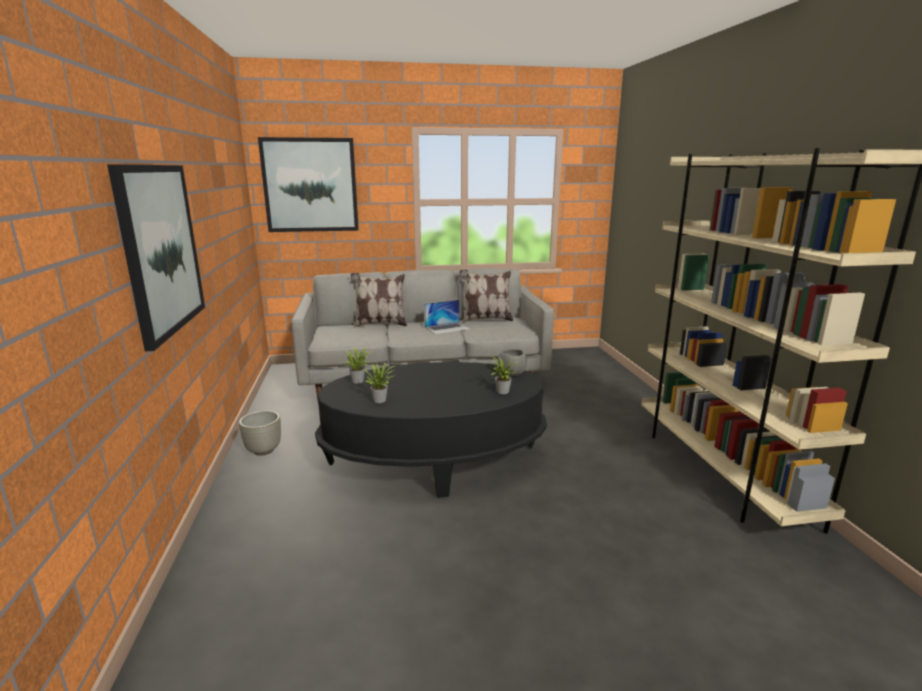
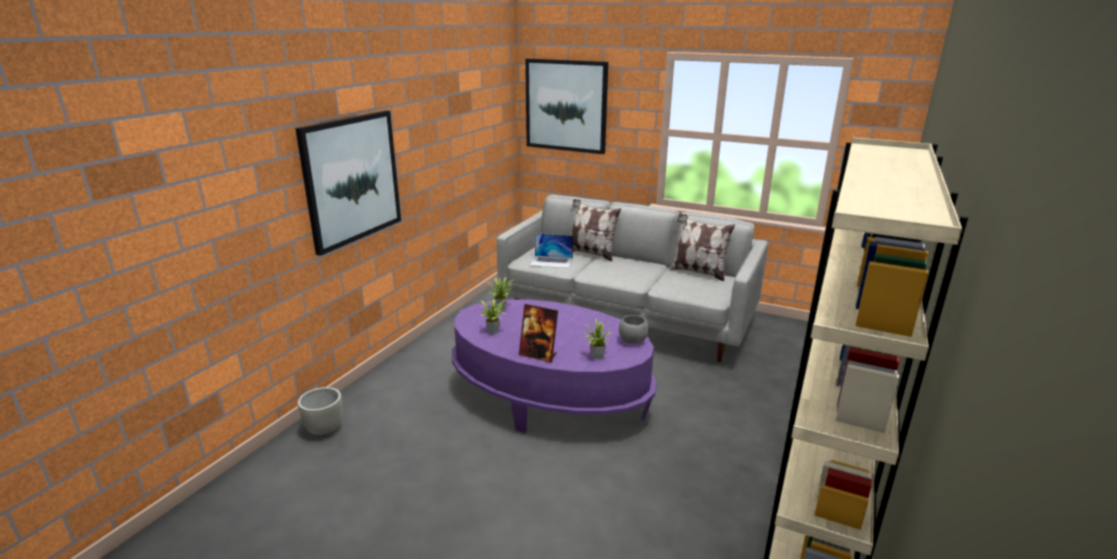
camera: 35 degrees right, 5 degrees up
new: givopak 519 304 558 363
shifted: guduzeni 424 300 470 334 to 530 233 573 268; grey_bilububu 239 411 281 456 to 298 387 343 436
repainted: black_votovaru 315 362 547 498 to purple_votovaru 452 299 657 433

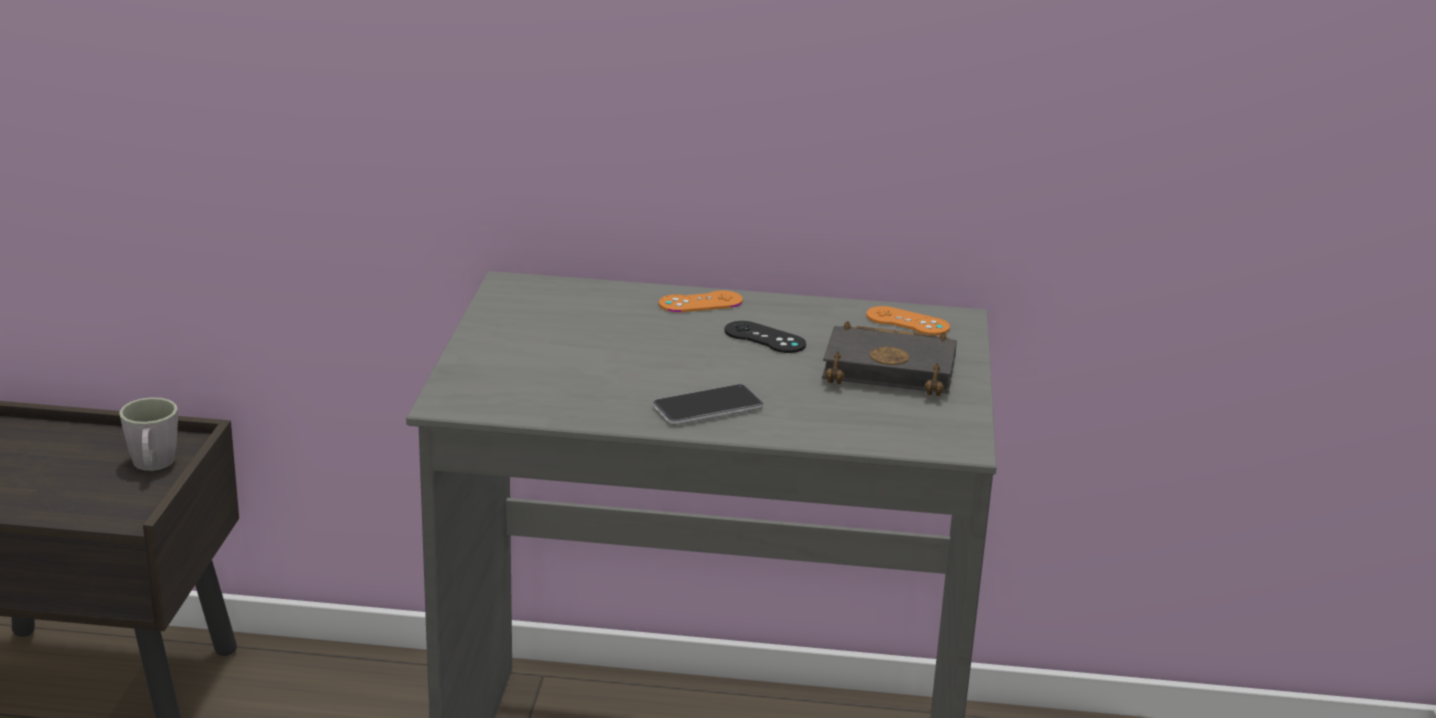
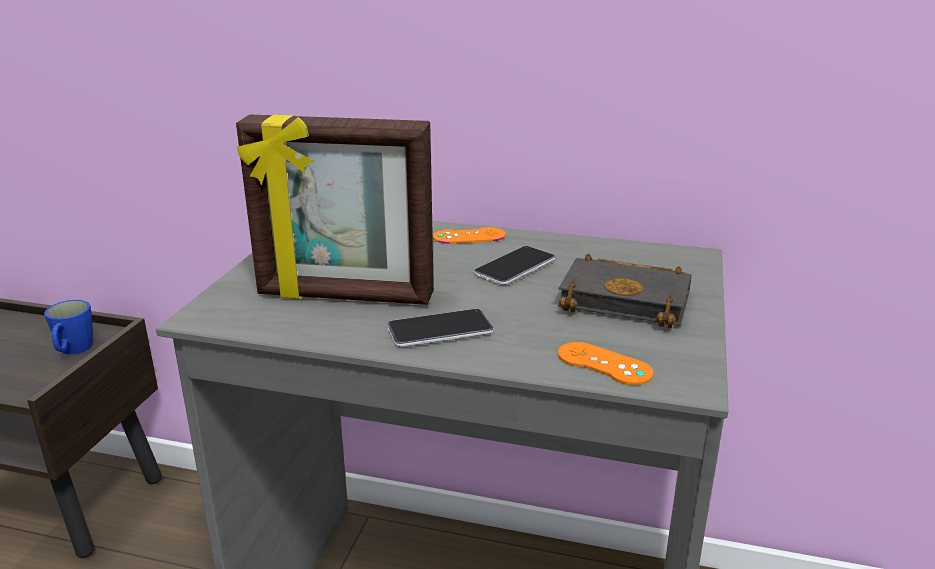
camera: 10 degrees right, 0 degrees up
new: givopak 236 115 434 305
shifted: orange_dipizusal 866 306 950 335 to 558 342 653 385
swapped: black_dipizusal 724 321 806 353 to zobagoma 474 246 556 285
repainted: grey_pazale 119 397 178 471 to blue_pazale 44 300 93 354

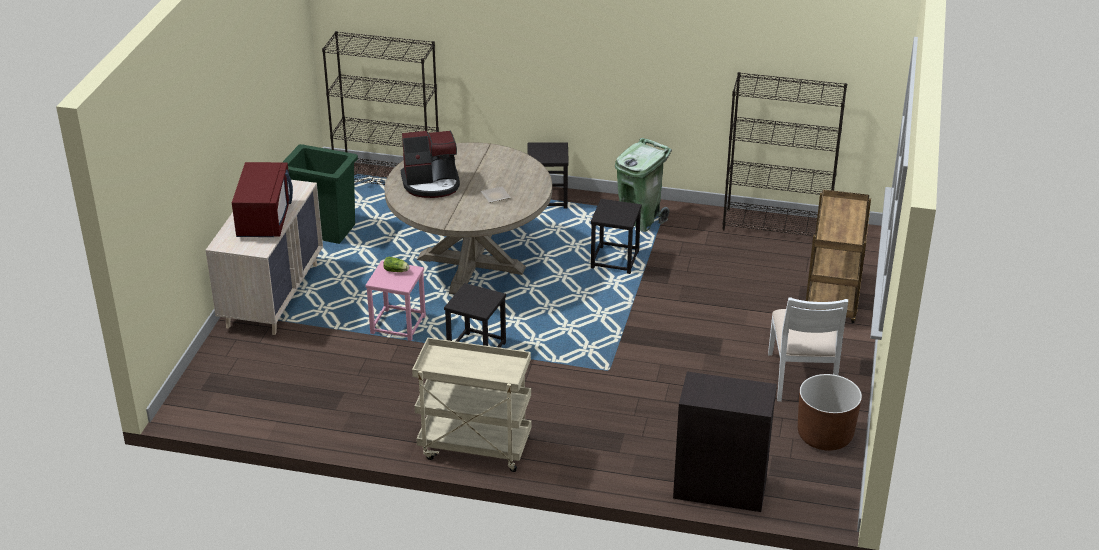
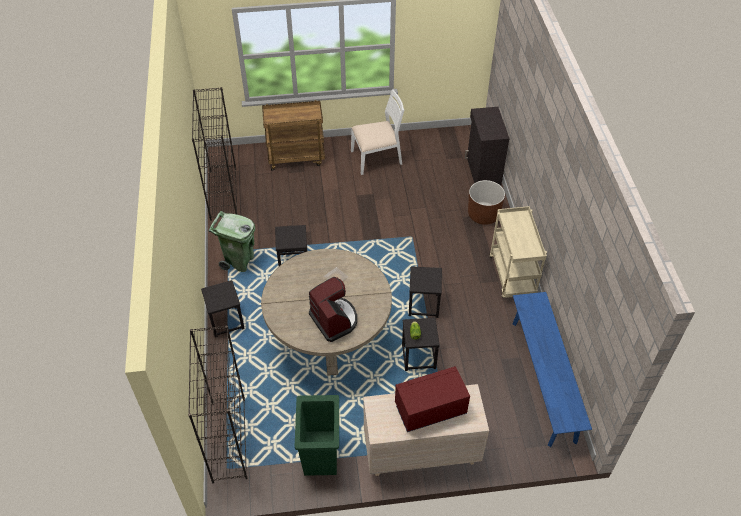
camera: 110 degrees left, 15 degrees up
new: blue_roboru 513 292 592 447
shifted: brown_bilububu 798 374 862 451 to 468 180 505 225
repainted: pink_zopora 365 261 426 341 to black_zopora 402 318 440 371

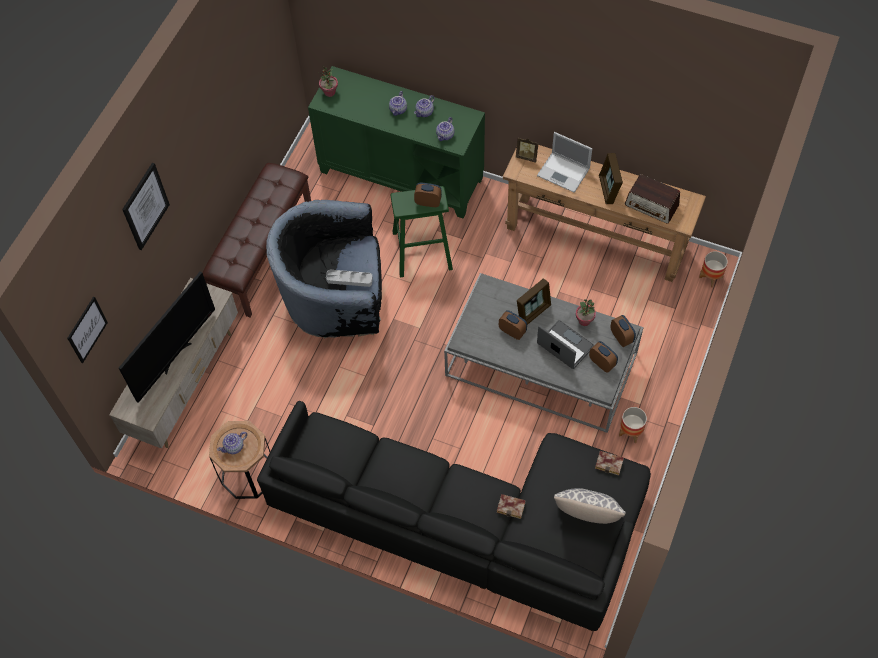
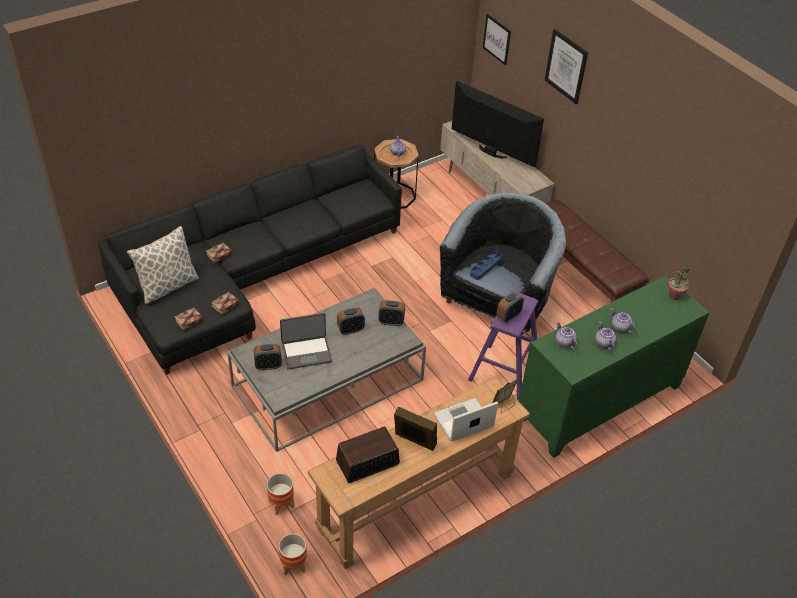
camera: 120 degrees right, 15 degrees down
gone: givopak 517 278 551 325; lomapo 576 299 596 326
new: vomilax 211 292 239 315
shifted: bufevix 610 315 636 347 to 379 300 405 326; bilububu 619 407 647 443 to 267 473 294 515
repainted: green_zopora 390 186 453 277 to purple_zopora 468 291 538 400; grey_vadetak 326 270 373 287 to blue_vadetak 470 251 503 280
rotated: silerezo 119 271 215 403 = 451 81 544 168 150 degrees clockwise

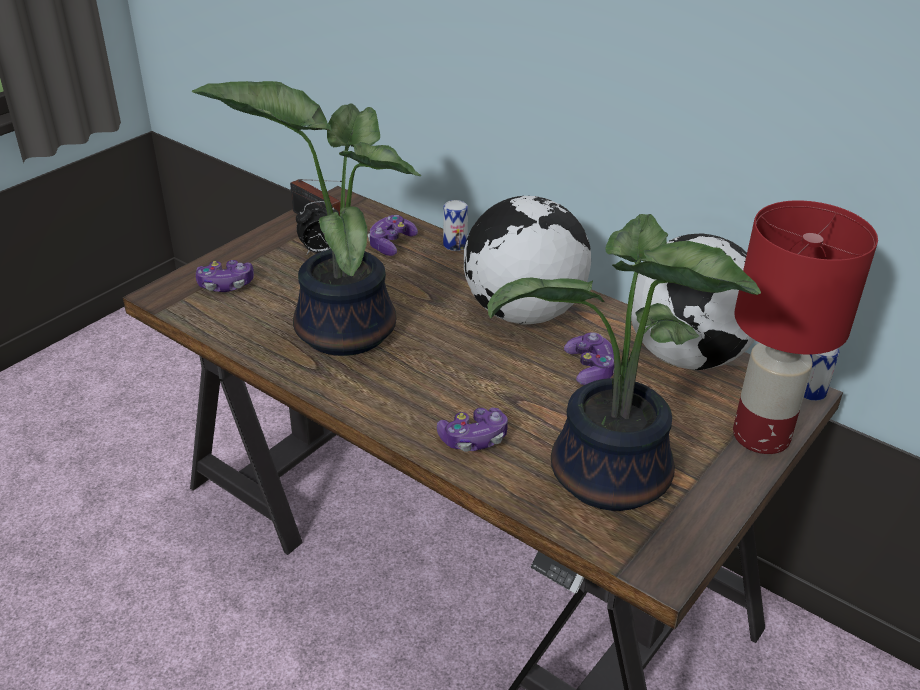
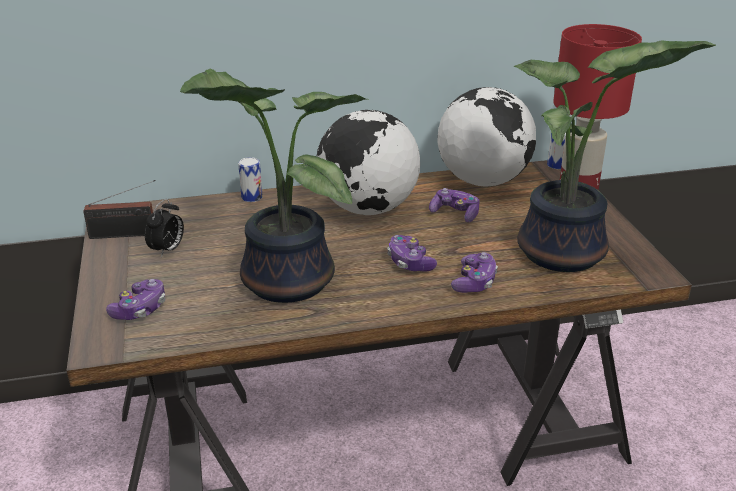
camera: 50 degrees left, 5 degrees down
shifted: dipizusal 368 215 418 256 to 387 235 437 272

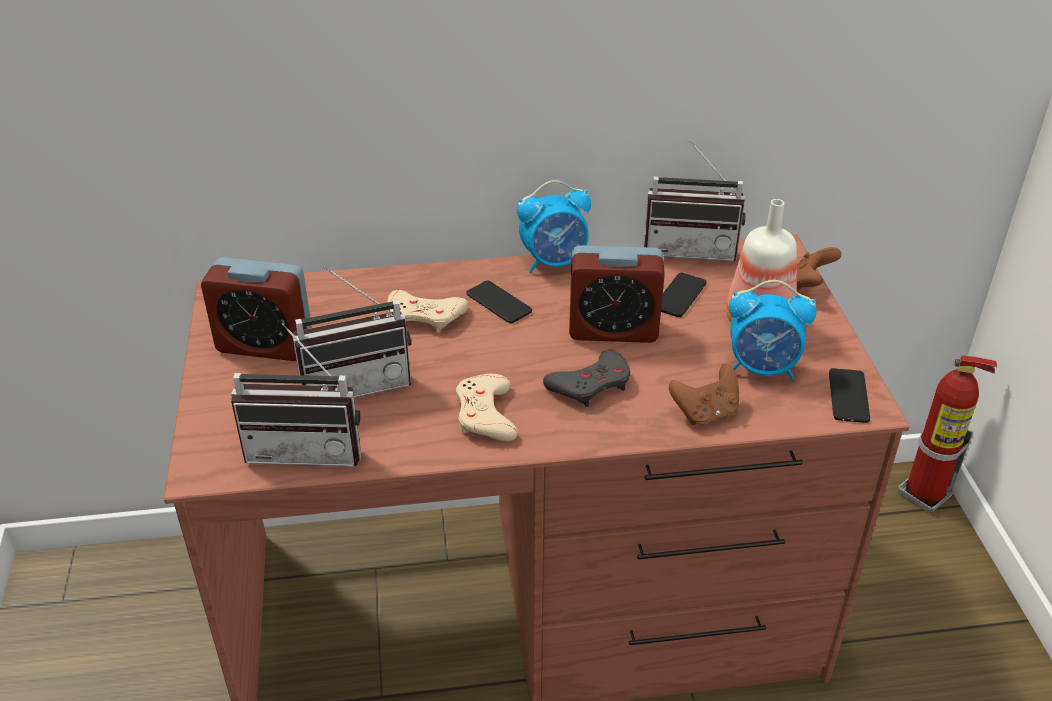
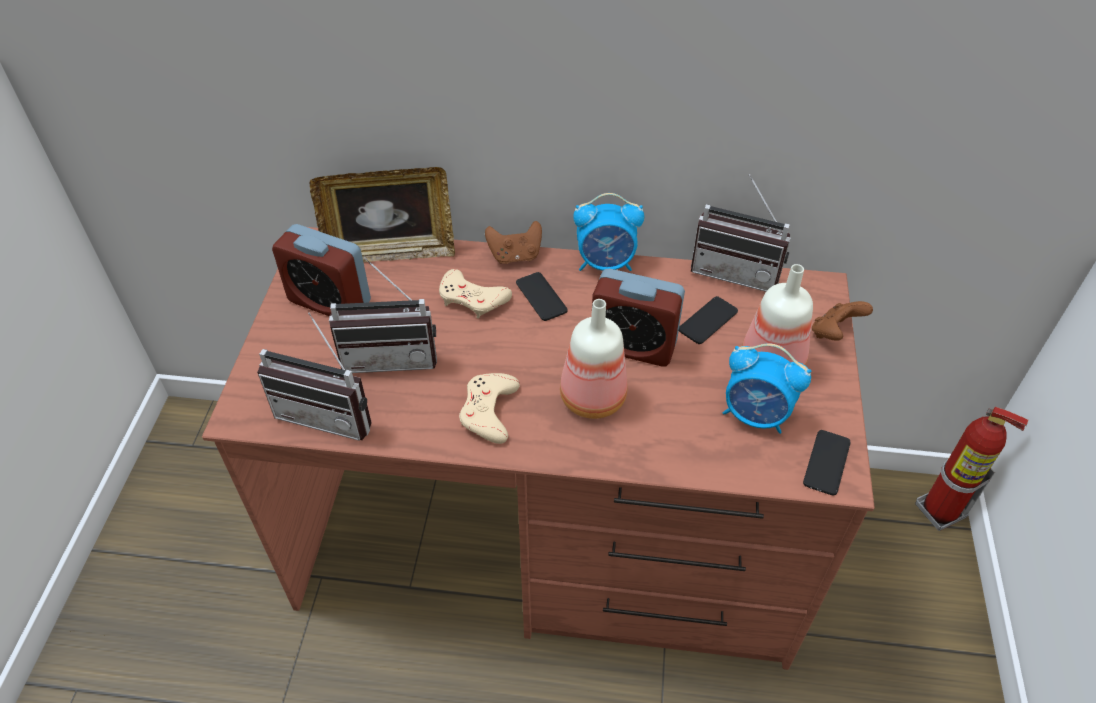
camera: 15 degrees right, 10 degrees up
new: givopak 310 167 455 262
shifted: brown_dipizusal 669 364 739 425 to 485 221 542 264
swapped: grey_dipizusal 543 350 630 407 to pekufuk 560 299 627 419

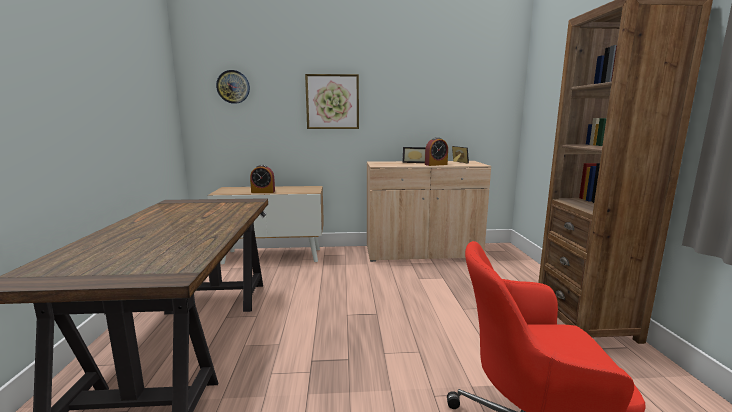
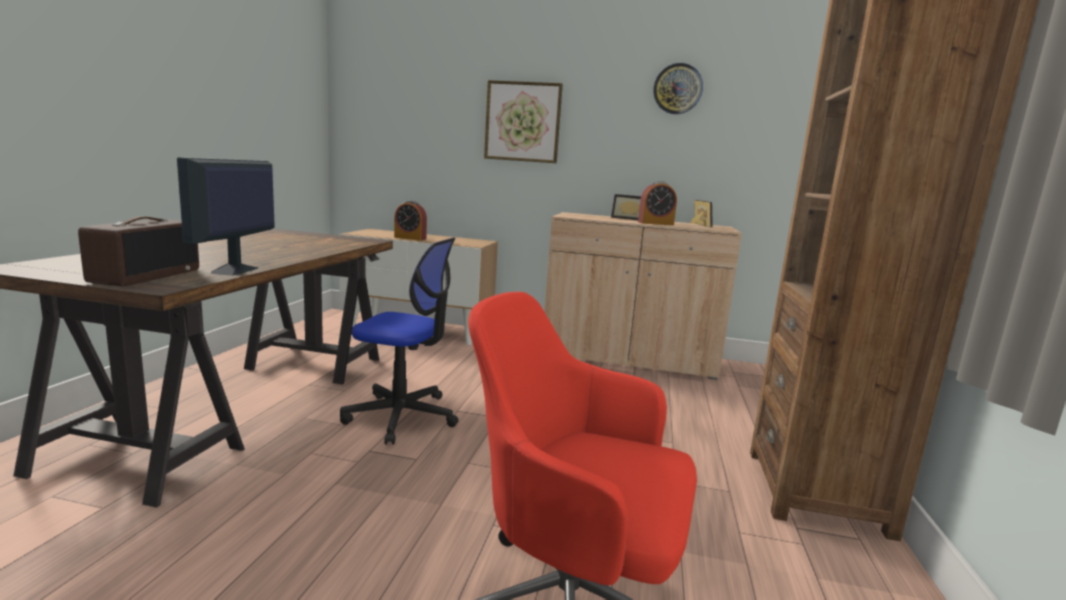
camera: 15 degrees right, 0 degrees up
new: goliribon 177 157 275 276; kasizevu 78 216 199 286; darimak 340 238 459 445
shifted: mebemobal 216 70 250 104 to 653 63 703 114

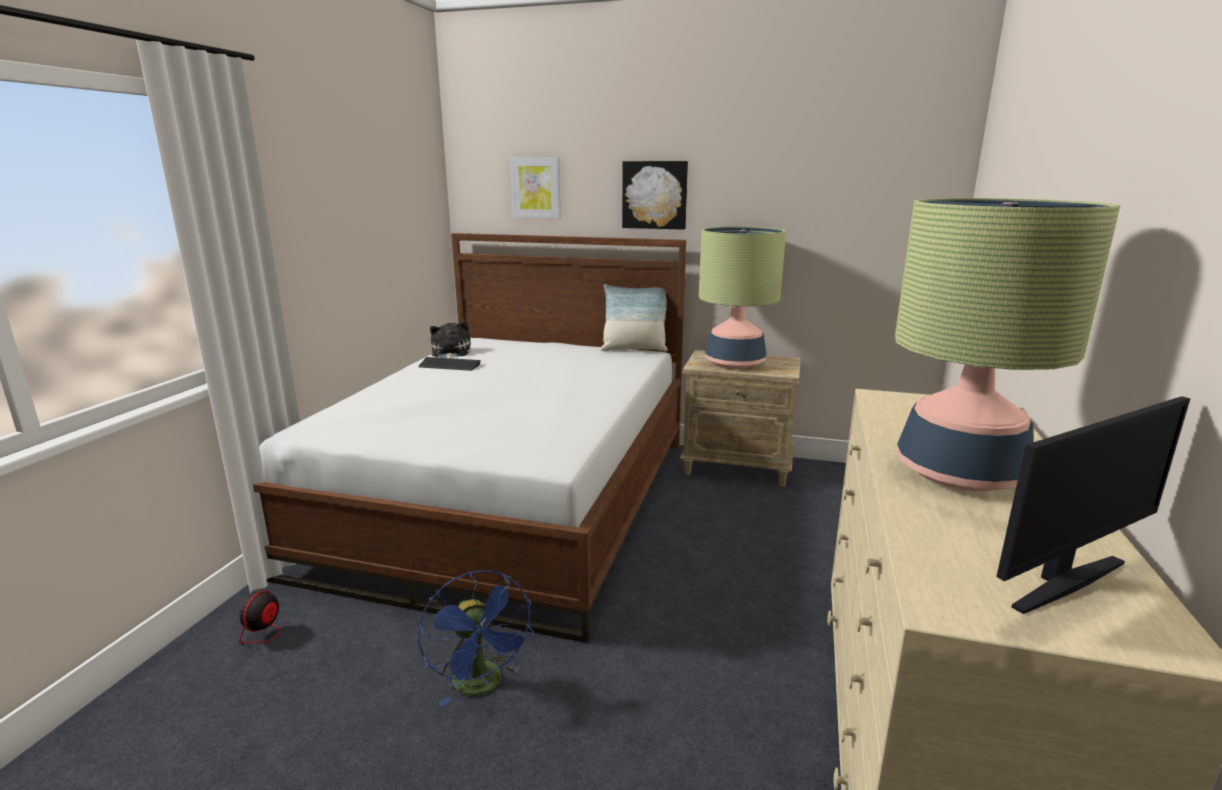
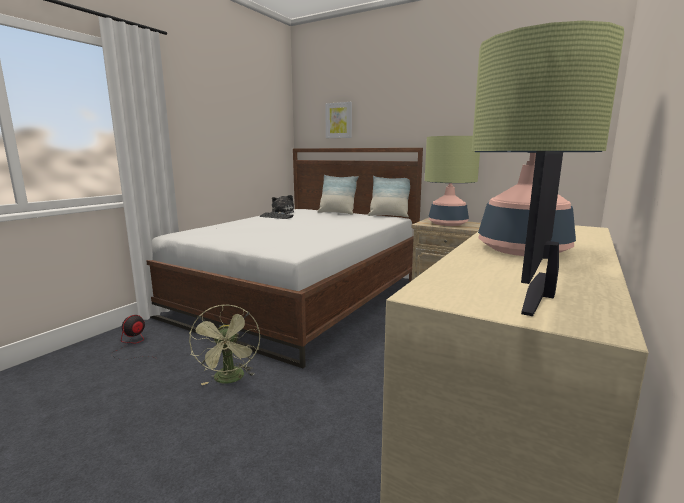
camera: 15 degrees right, 5 degrees down
gone: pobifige 622 161 688 230
new: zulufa 318 175 359 215
repainted: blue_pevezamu 418 570 534 707 to green_pevezamu 189 304 260 385
rotated: goliribon 996 396 1191 614 = 521 151 563 316 135 degrees clockwise

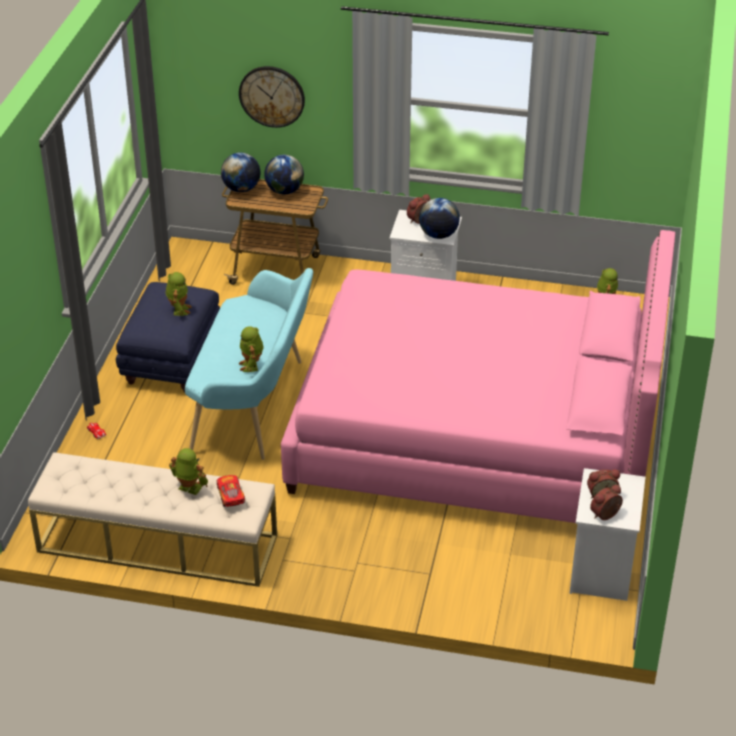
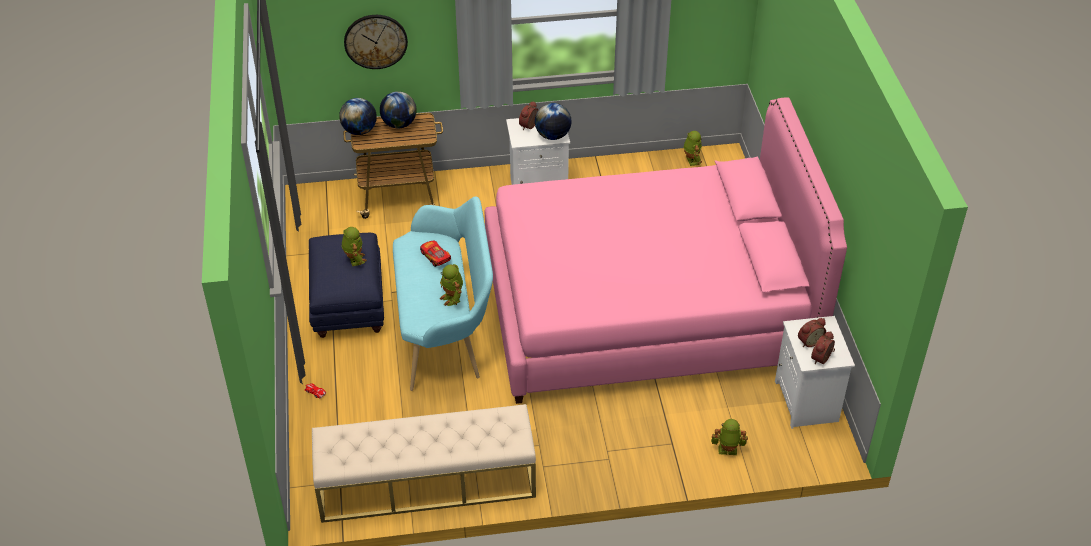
camera: 20 degrees left, 5 degrees up
shifted: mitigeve 169 448 208 495 to 711 419 748 455; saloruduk 216 475 245 507 to 420 241 451 267

